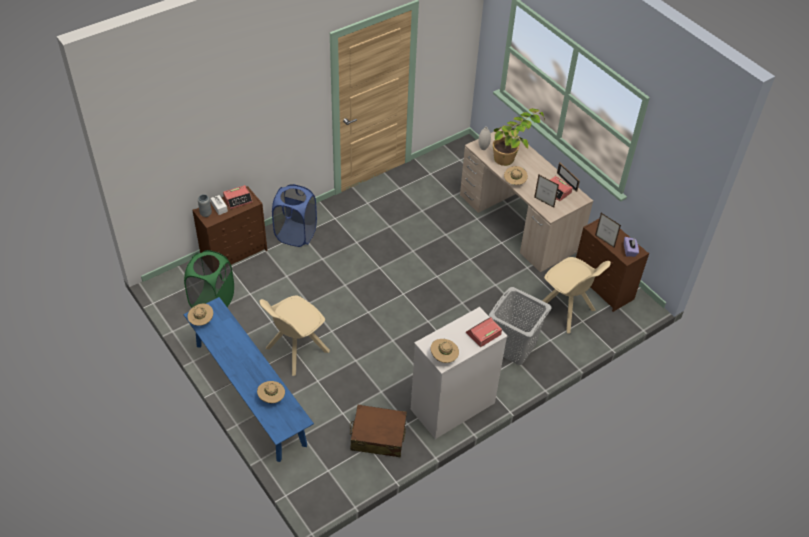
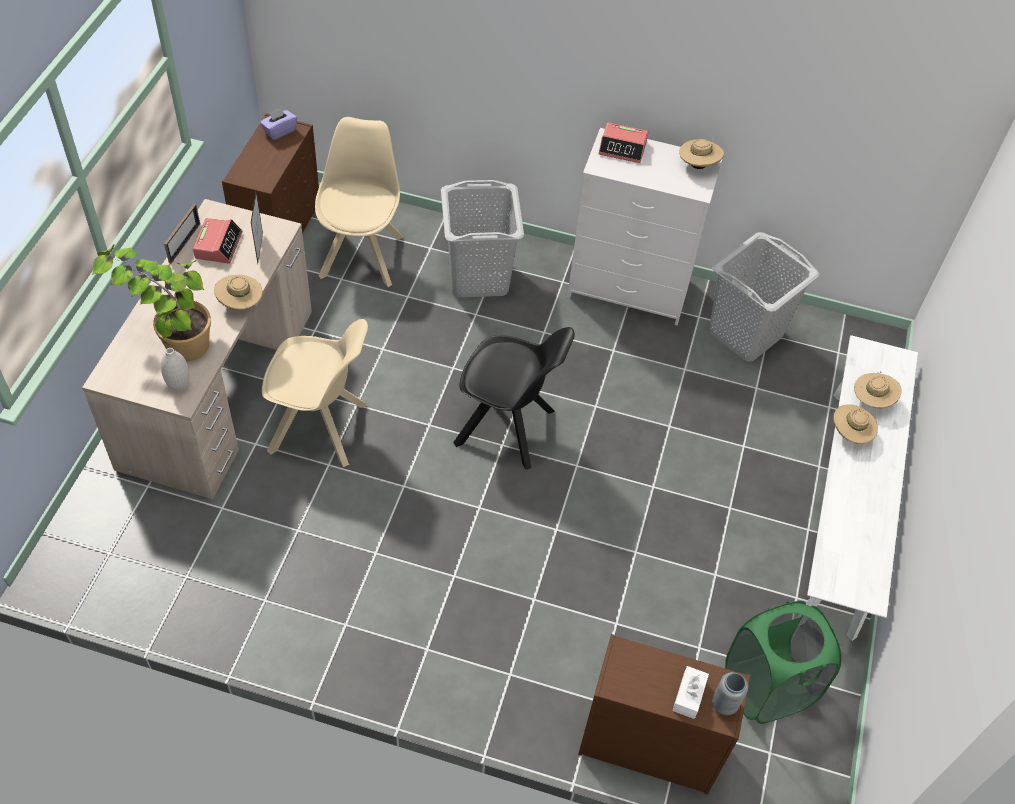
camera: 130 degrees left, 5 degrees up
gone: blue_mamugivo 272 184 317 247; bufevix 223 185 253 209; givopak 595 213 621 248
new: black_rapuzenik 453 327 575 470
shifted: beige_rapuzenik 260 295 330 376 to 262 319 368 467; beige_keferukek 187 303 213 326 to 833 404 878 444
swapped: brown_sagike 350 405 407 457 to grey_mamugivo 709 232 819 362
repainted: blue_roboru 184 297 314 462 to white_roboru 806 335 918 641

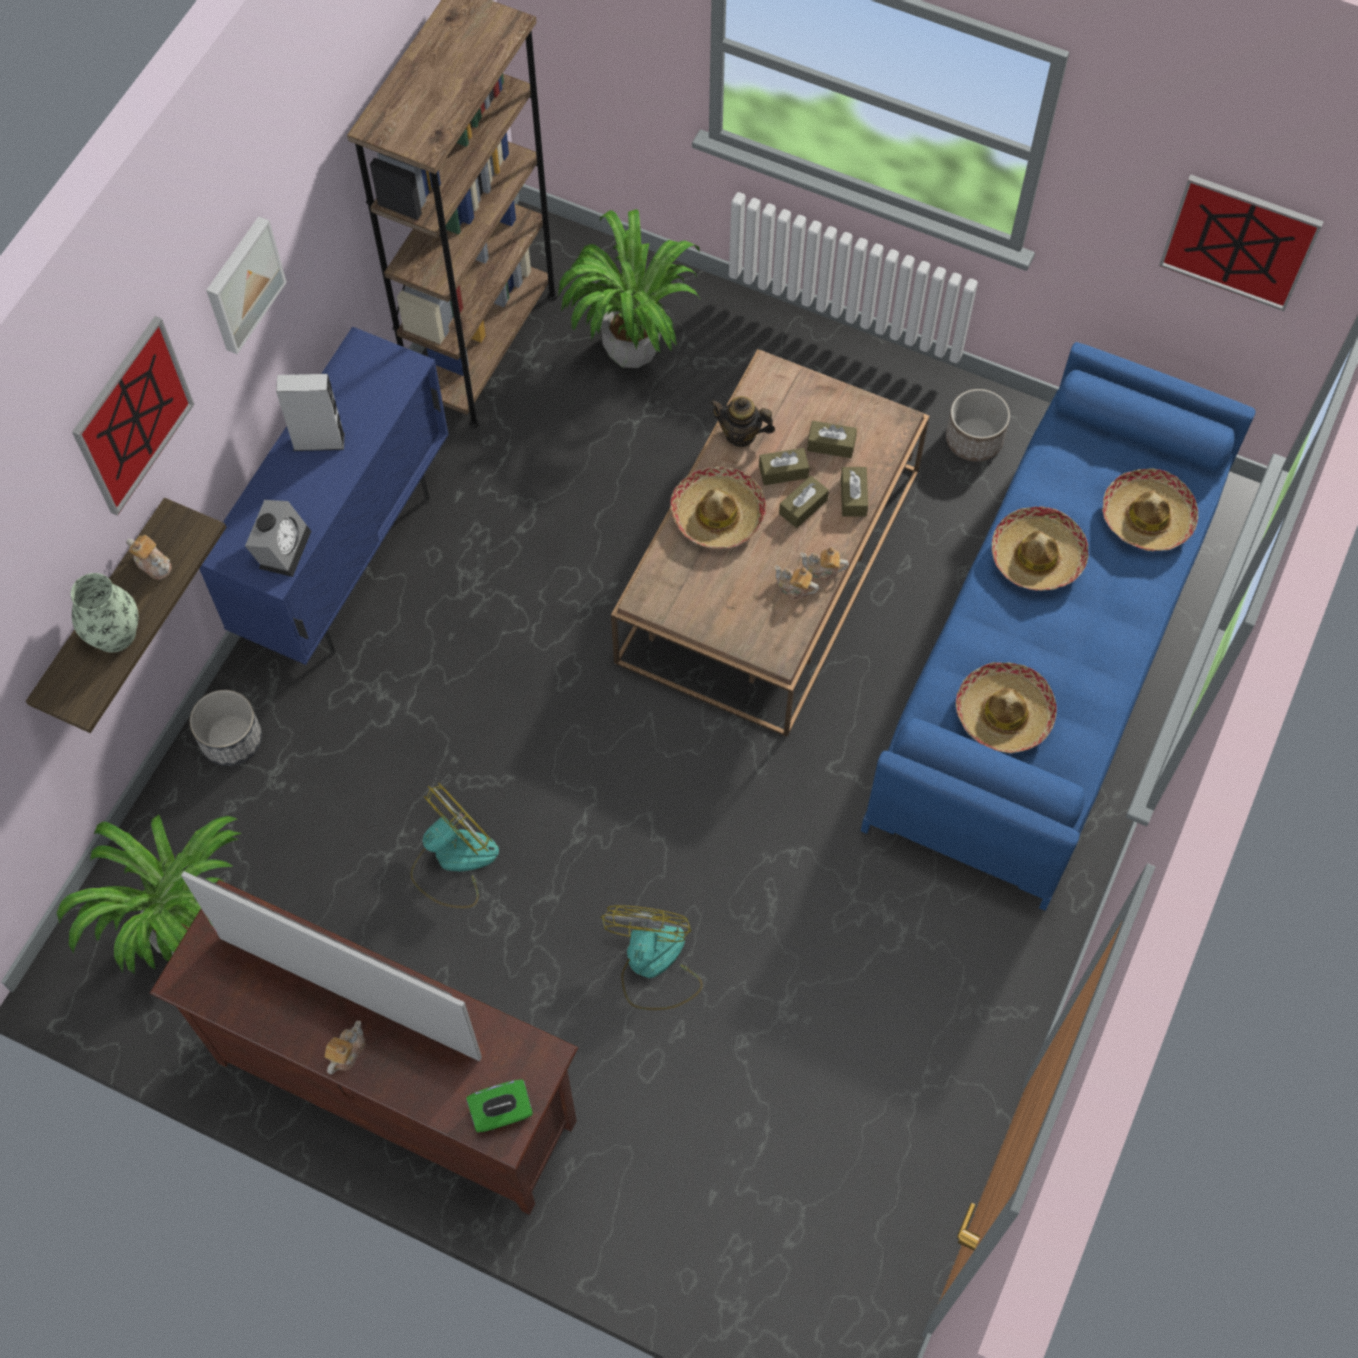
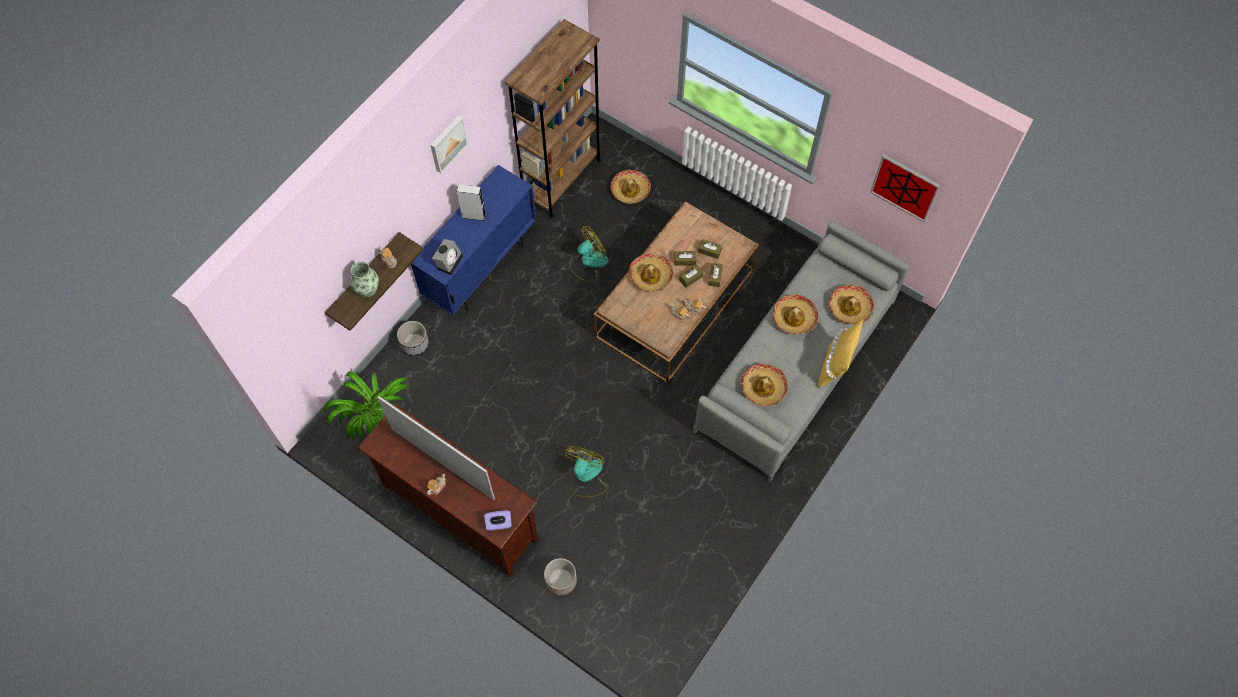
camera: 10 degrees right, 0 degrees up
gone: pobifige 72 316 194 516; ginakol 710 396 775 447
new: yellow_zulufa 818 320 863 388
shifted: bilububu 946 389 1010 462 to 544 558 577 596; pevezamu 411 783 499 908 to 570 225 609 282
swapped: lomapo 558 209 701 368 to keferukek 611 170 651 204
repainted: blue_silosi 861 342 1256 911 to grey_silosi 693 221 910 482; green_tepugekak 466 1079 533 1132 to purple_tepugekak 484 511 512 531

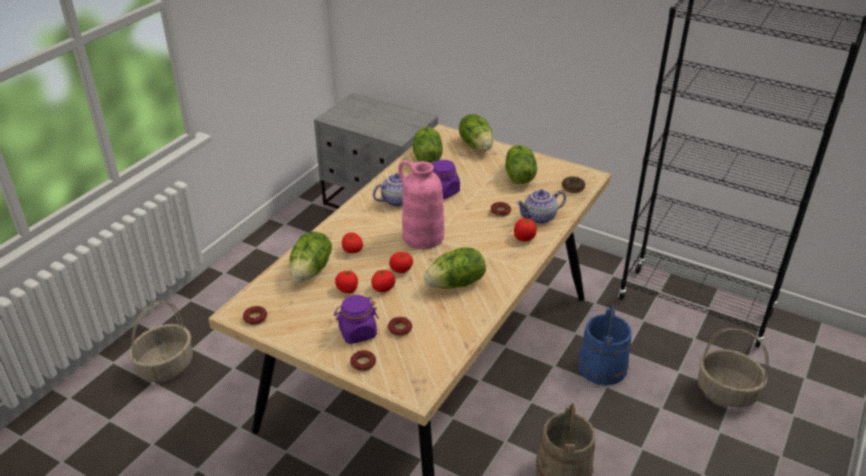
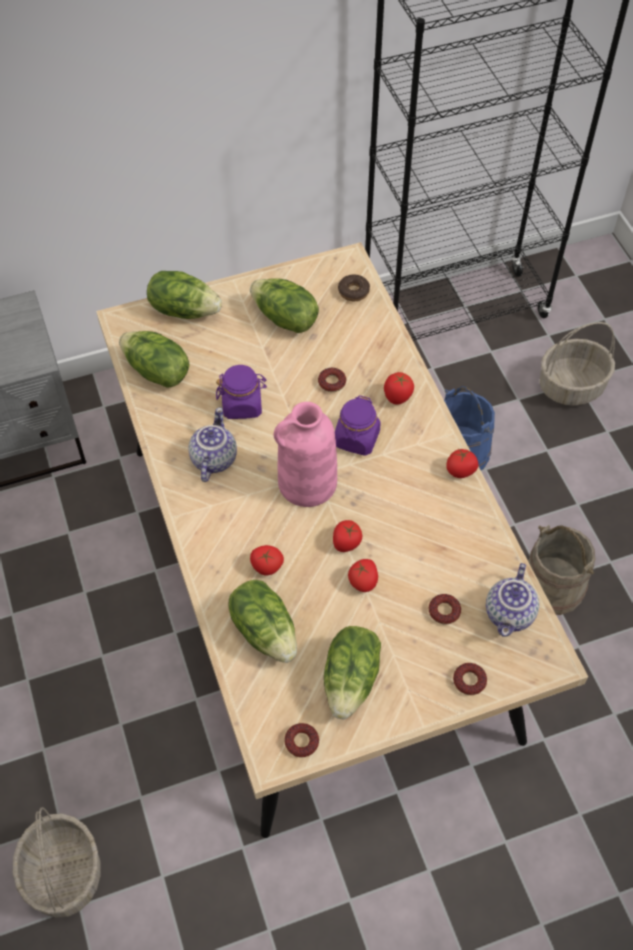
camera: 50 degrees left, 20 degrees up
shifted: ginakol 516 190 566 224 to 486 563 539 637; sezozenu 424 248 486 289 to 324 626 381 719; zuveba 335 270 358 293 to 446 448 478 478; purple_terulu 334 295 379 344 to 335 395 381 456

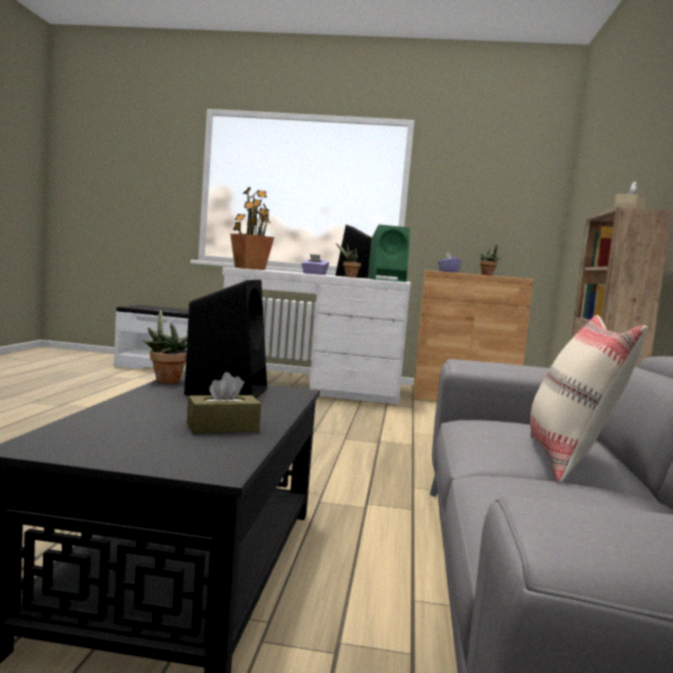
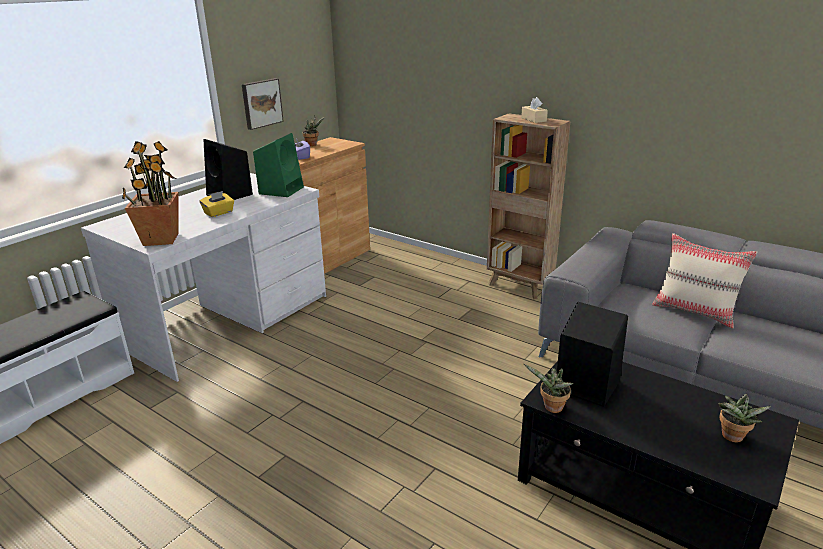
camera: 60 degrees left, 20 degrees up
gone: brown_tepugekak 187 372 261 433
new: pobifige 242 78 284 130
shifted: lomapo 336 243 361 278 to 719 394 771 443
repainted: purple_tepugekak 301 254 329 275 to yellow_tepugekak 200 191 234 217

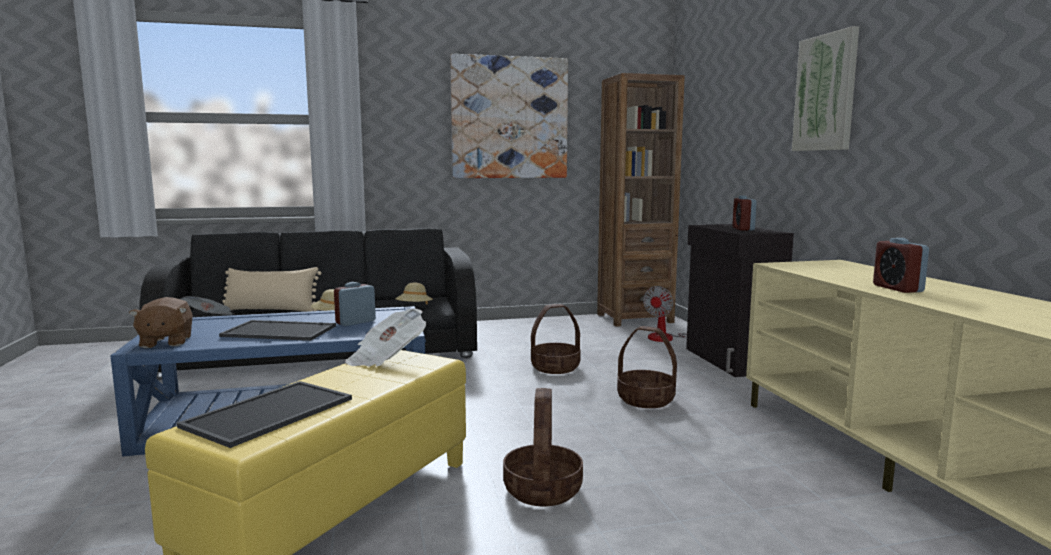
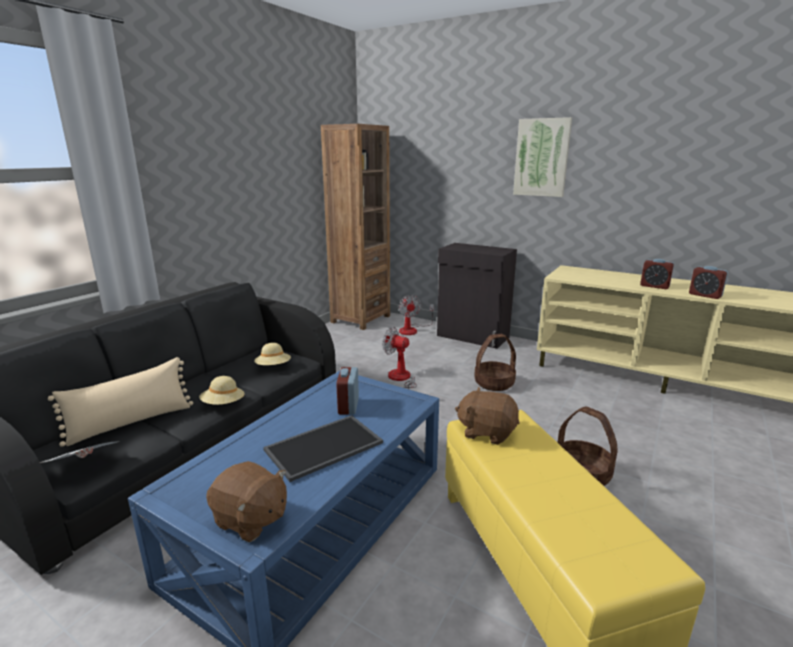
camera: 45 degrees left, 10 degrees up
gone: pobifige 450 54 568 178; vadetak 177 381 352 448
shifted: bufevix 732 196 757 231 to 689 266 728 299
swapped: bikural 531 304 581 374 to pevezamu 382 327 417 389; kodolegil 345 309 426 367 to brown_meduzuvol 455 387 520 445

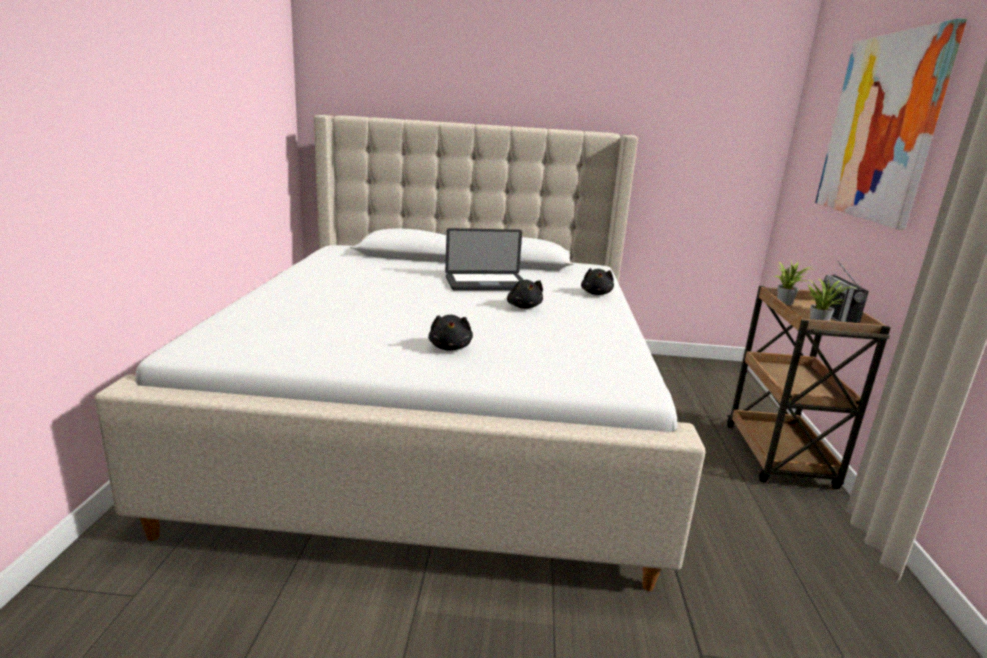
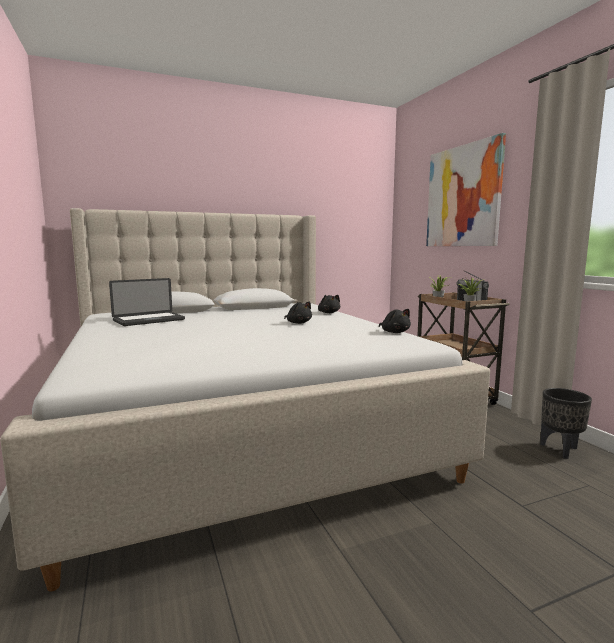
camera: 25 degrees left, 10 degrees down
new: black_bilububu 540 388 592 459
shifted: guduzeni 445 228 524 291 to 109 278 185 326; black_meduzuvol 428 315 473 351 to 379 309 411 333

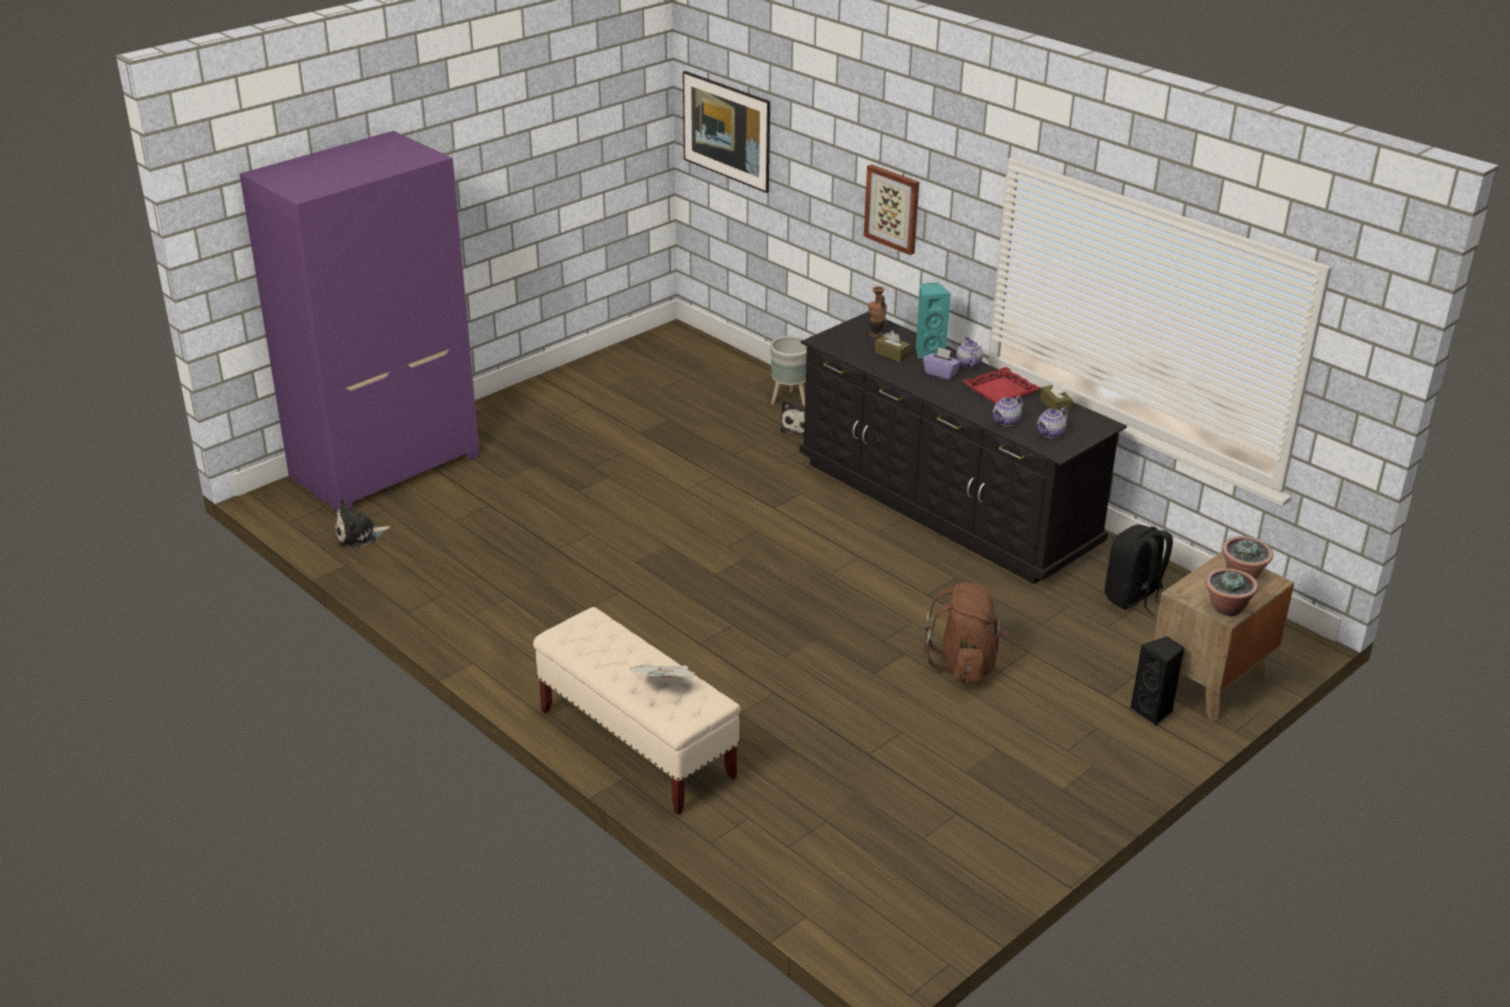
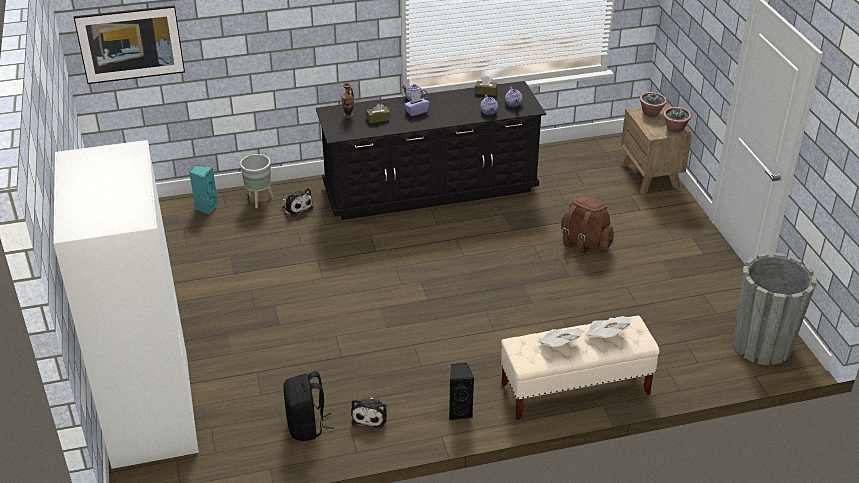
camera: 60 degrees left, 5 degrees up
gone: pobifige 864 164 919 255; red_vadetak 963 367 1040 404
new: grey_bilububu 734 253 817 365; kodolegil 538 328 585 347
shifted: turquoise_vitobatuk 916 282 951 358 to 189 165 218 214; meduzuvol 335 498 390 548 to 351 397 387 428; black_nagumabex 1105 524 1173 616 to 283 371 334 441; black_vitobatuk 1130 636 1185 726 to 449 363 474 420
repainted: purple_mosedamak 240 131 480 512 to white_mosedamak 53 140 199 469

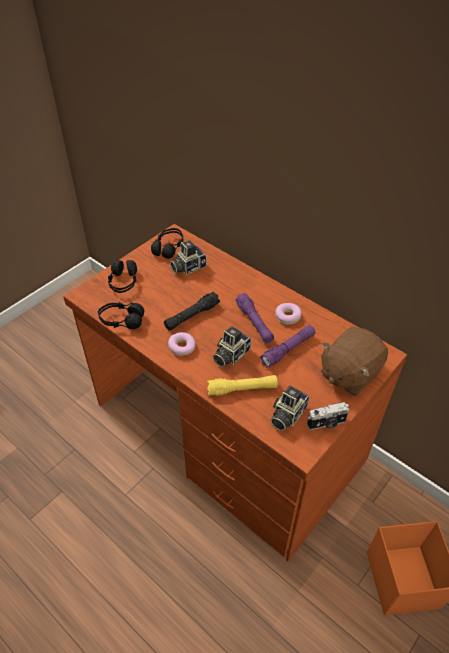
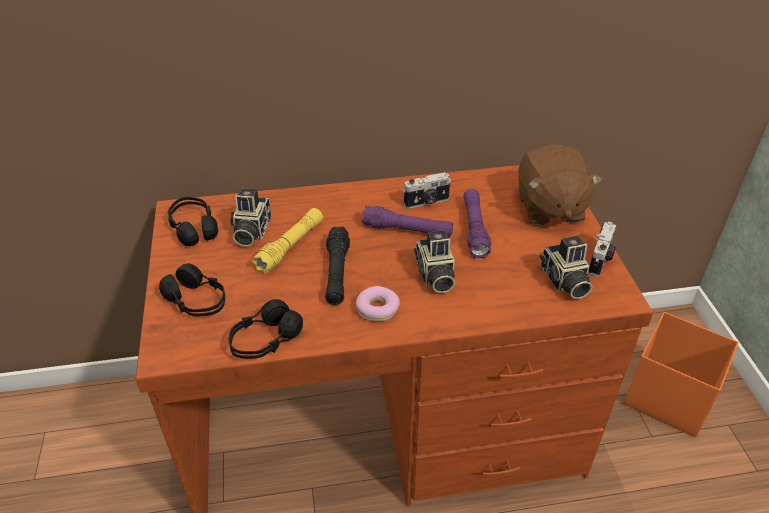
camera: 50 degrees left, 5 degrees down
shifted: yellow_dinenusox 207 375 278 396 to 251 208 323 274
swapped: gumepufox 275 303 301 325 to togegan 403 172 451 209

